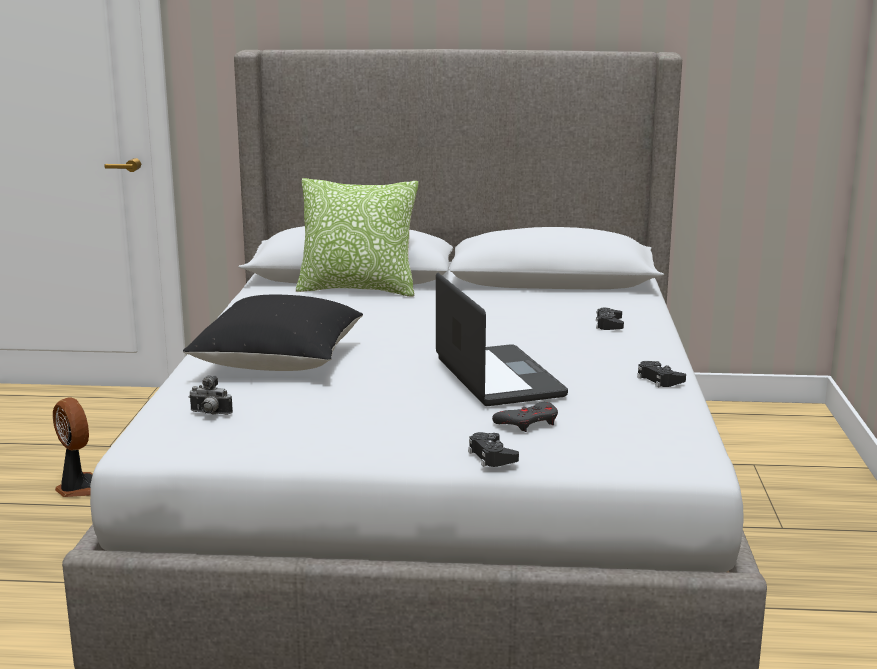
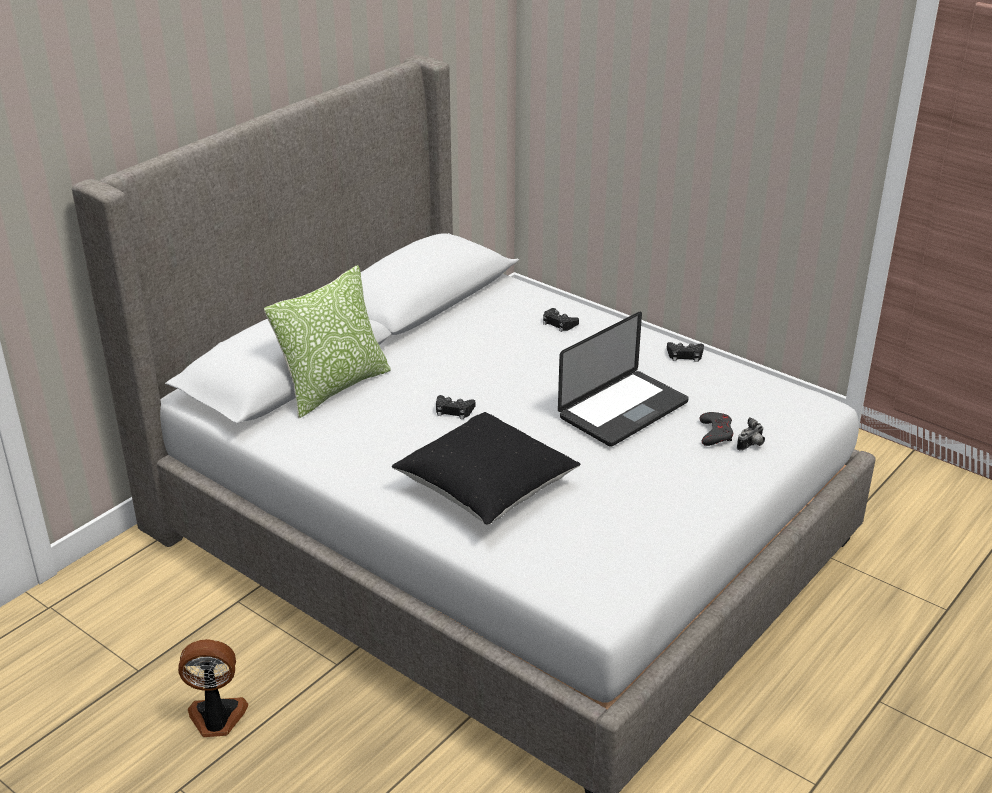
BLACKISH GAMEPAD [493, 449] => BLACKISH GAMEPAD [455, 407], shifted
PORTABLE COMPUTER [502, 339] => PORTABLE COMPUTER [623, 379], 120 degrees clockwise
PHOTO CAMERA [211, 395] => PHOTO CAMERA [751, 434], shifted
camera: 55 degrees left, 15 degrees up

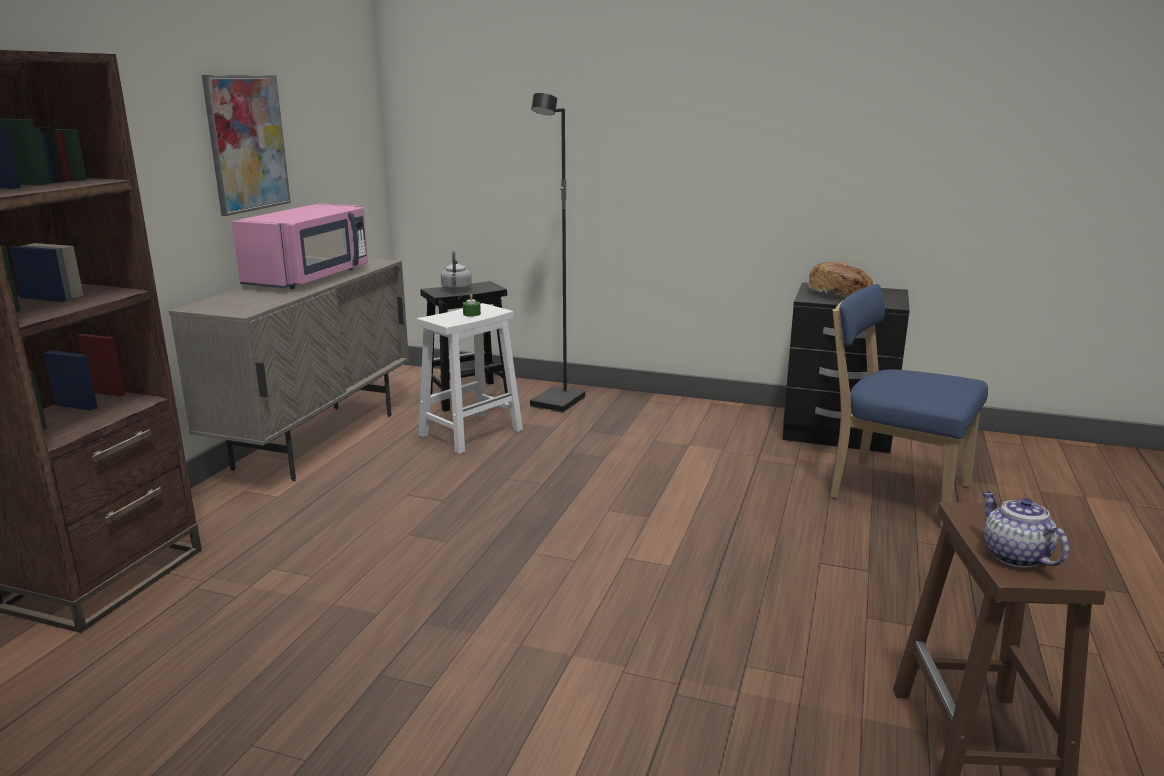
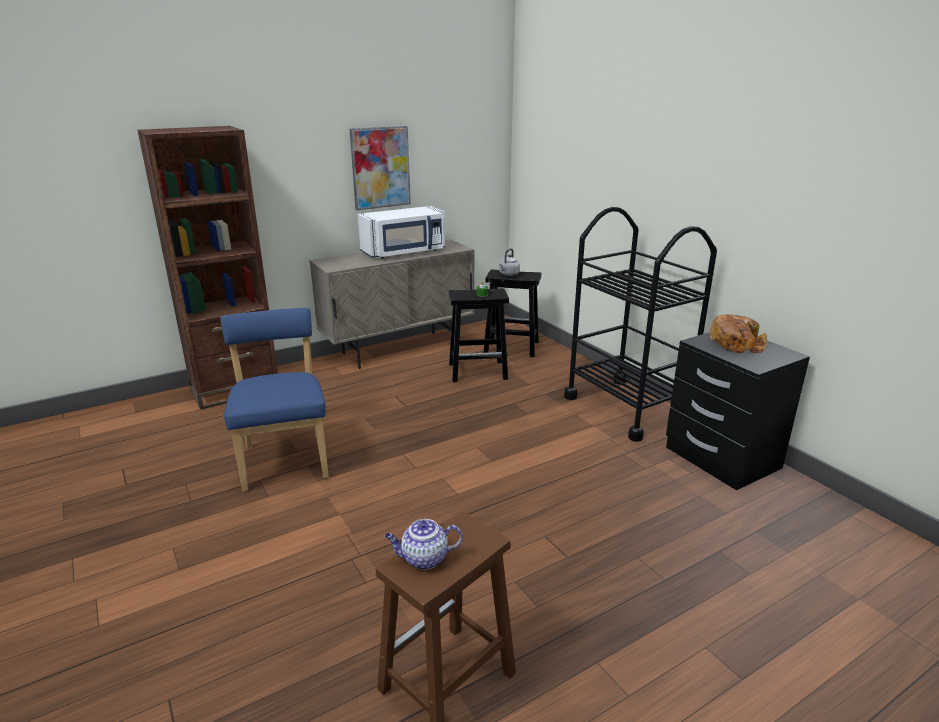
BLUE CHAIR [909, 405] => BLUE CHAIR [274, 399], shifted
PINK-COLOURED KITCHEN MICROWAVE [300, 246] => WHITISH KITCHEN MICROWAVE [401, 232]
TEA POT [1025, 529] => TEA POT [424, 544], 120 degrees counterclockwise
WHITISH STOOL SEAT [469, 378] => BLACKISH STOOL SEAT [479, 335]
nothing => BLACKISH CART [640, 324]
BLACKISH STANDARD LAMP [557, 253] => nothing
camera: 40 degrees right, 5 degrees up

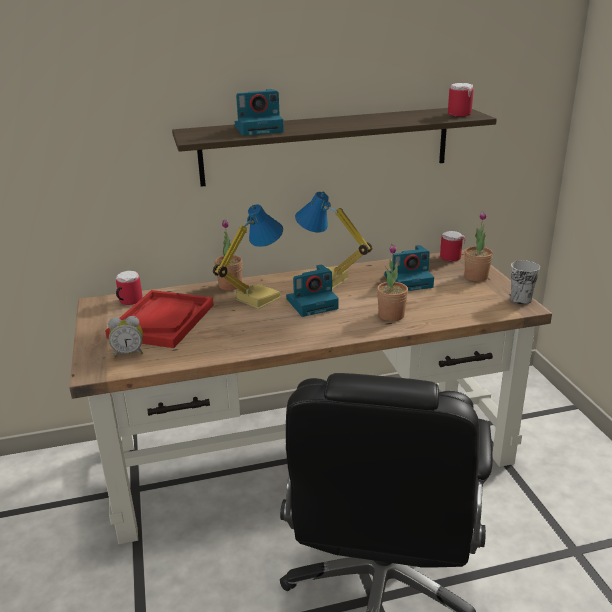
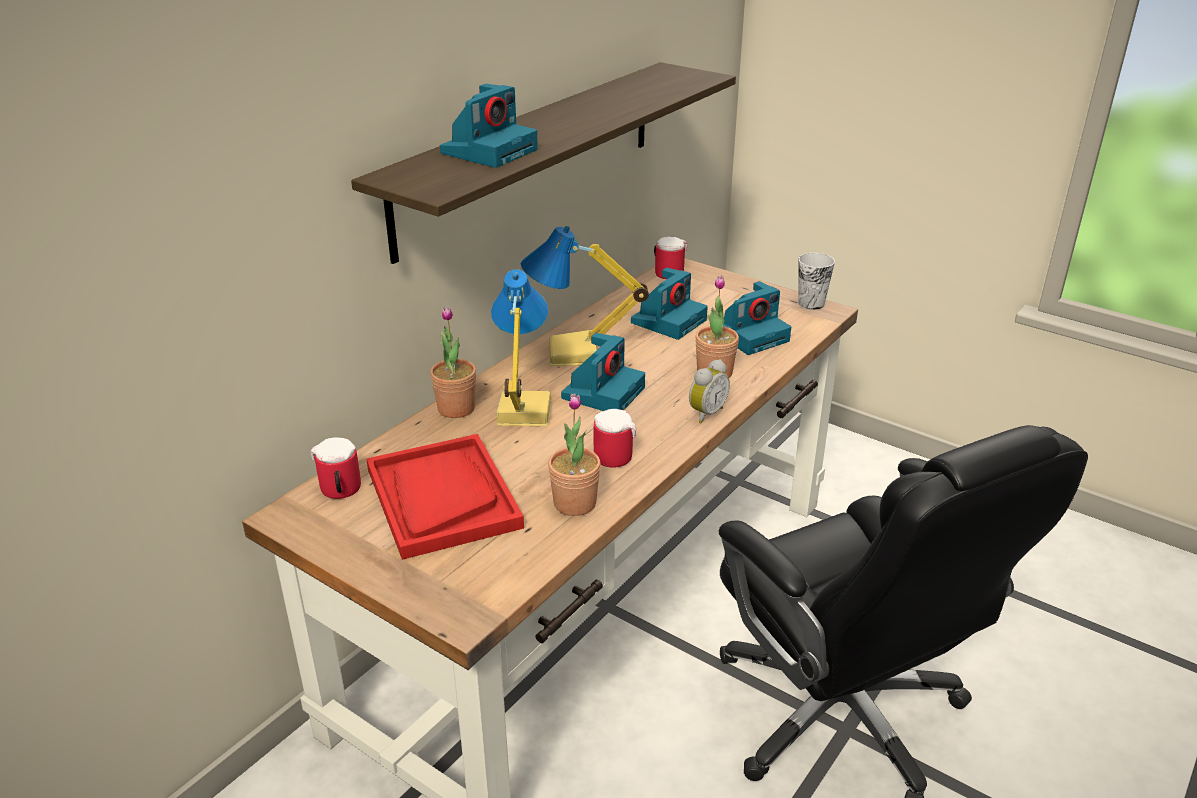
HOUSEPLANT [478, 246] => HOUSEPLANT [574, 454], shifted
COFFEE MUG [461, 99] => COFFEE MUG [615, 438], shifted
TABLE CLOCK [125, 336] => TABLE CLOCK [709, 391], shifted
nothing => PHOTO CAMERA [757, 318]
camera: 40 degrees left, 5 degrees up

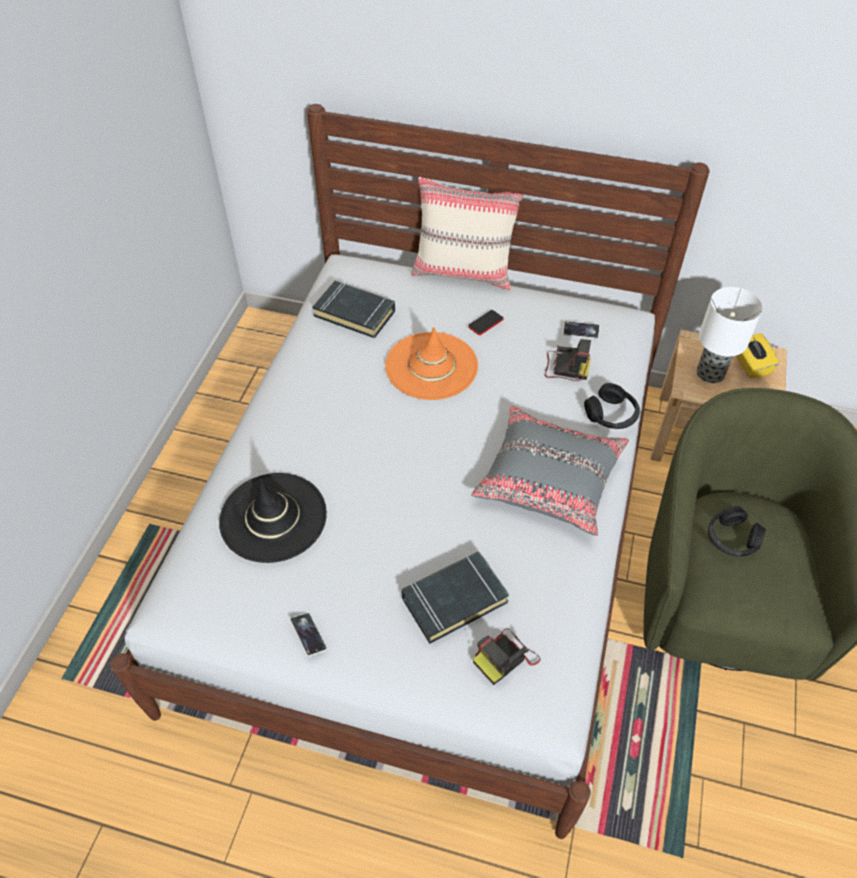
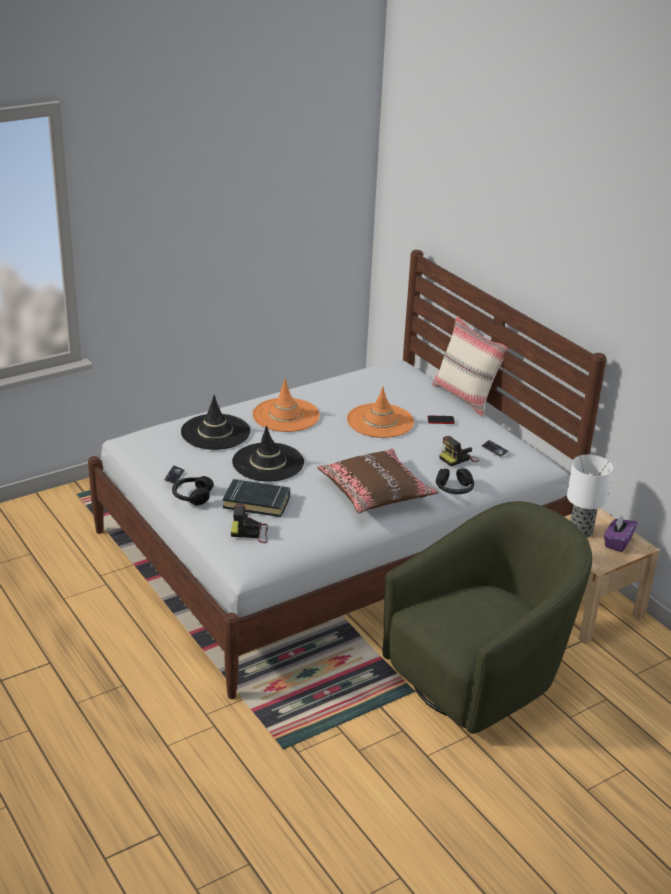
BLACKISH HEADSET [737, 531] => BLACKISH HEADSET [193, 490], shifted
nothing => BLACKISH CLOTHING HAT [268, 453]
nothing => ORANGE-COLOURED CLOTHING HAT [286, 405]
GREY CUSHION [550, 471] => BROWN CUSHION [377, 481]
PHOTO CAMERA [568, 360] => PHOTO CAMERA [459, 451], 90 degrees clockwise
YELLOW-COLOURED TISSUE HOLDER [757, 355] => PURPLE-COLOURED TISSUE HOLDER [620, 533]
BLACKISH VOLUME [354, 309] => nothing
camera: 40 degrees right, 20 degrees down

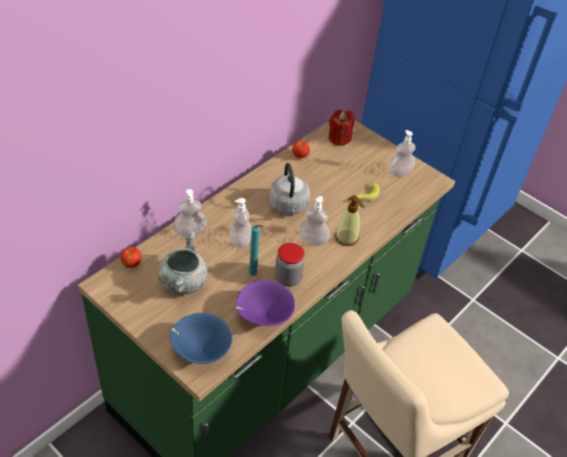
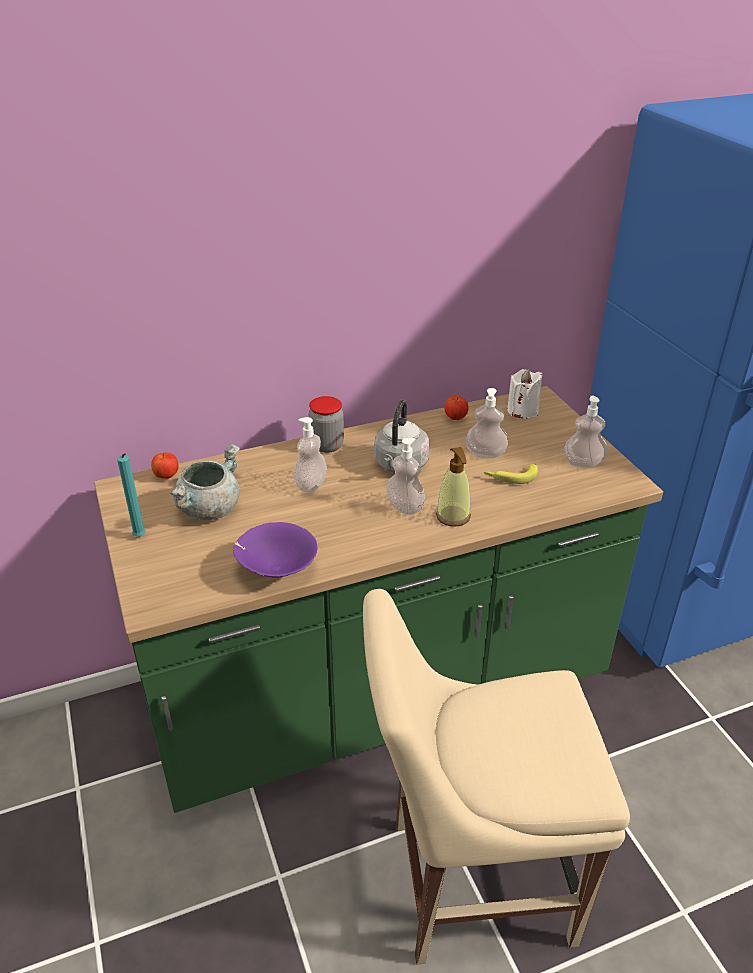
TURQUOISE-COLOURED WAX LIGHT [256, 250] => TURQUOISE-COLOURED WAX LIGHT [131, 495], shifted
JAR [290, 265] => JAR [326, 424], shifted
SOAP DISPENSER [190, 213] => SOAP DISPENSER [487, 423], shifted
REDDISH WAX LIGHT [341, 127] => WHITISH WAX LIGHT [525, 394]
BLUE SERVING BOWL [201, 338] => nothing
camera: 30 degrees right, 10 degrees down

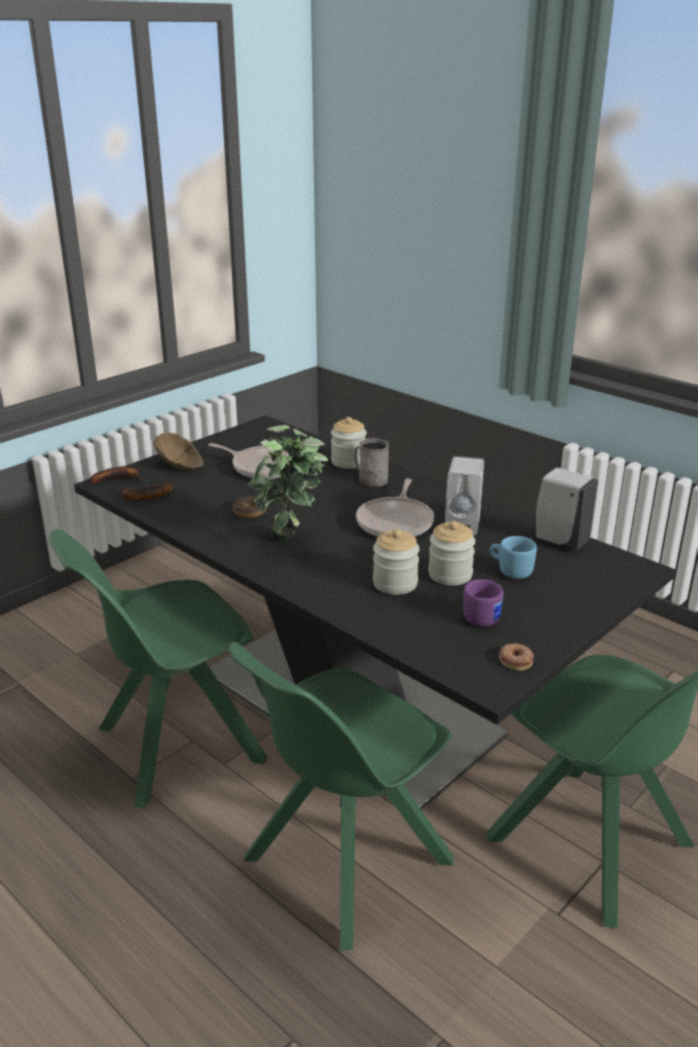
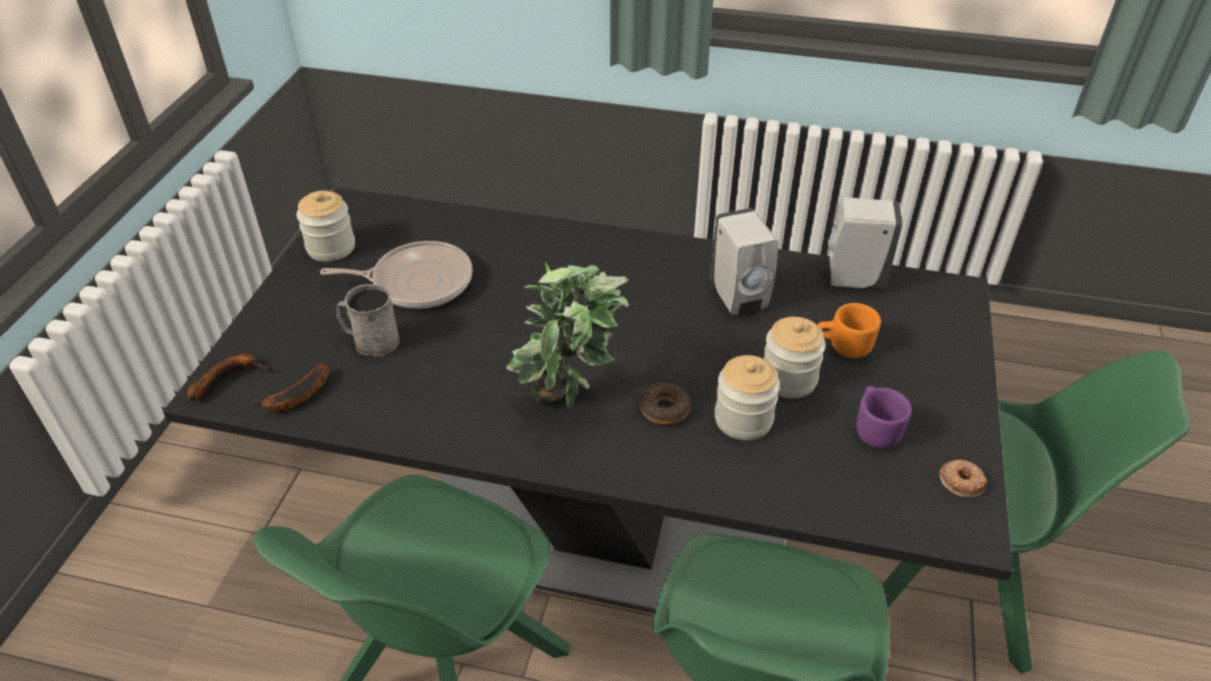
JAR [349, 443] => JAR [326, 226], shifted
GREY COFFEE MUG [371, 462] => GREY COFFEE MUG [367, 320], shifted
DOUGHNUT [249, 507] => DOUGHNUT [665, 404], shifted
BLUE COFFEE MUG [513, 557] => ORANGE-COLOURED COFFEE MUG [849, 330]
BROWN SERVING BOWL [178, 451] => nothing
PAN [395, 508] => nothing
camera: 30 degrees left, 15 degrees up

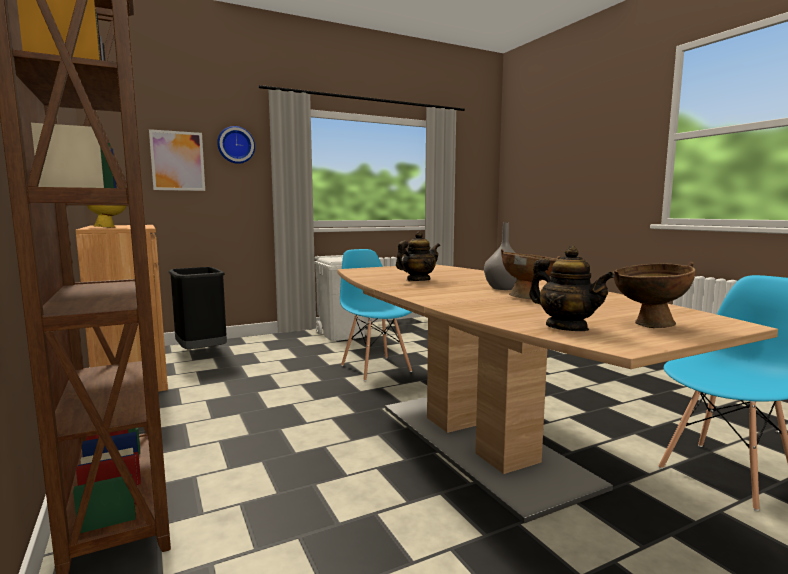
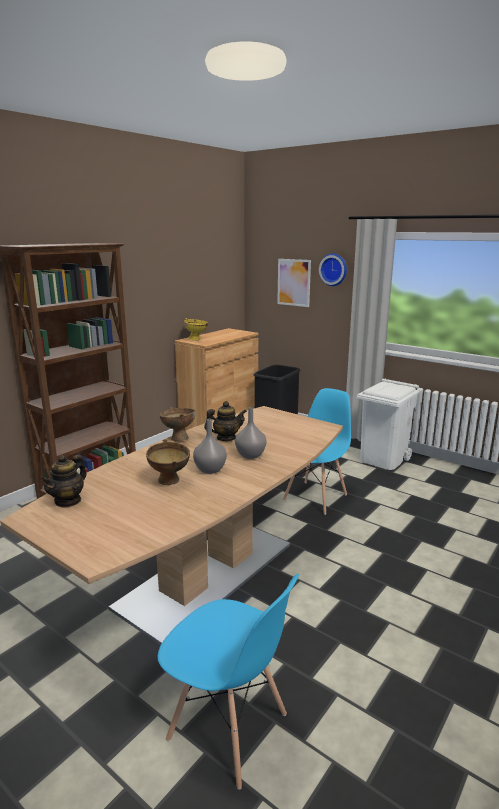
BROWN SERVING BOWL [654, 295] => BROWN SERVING BOWL [177, 424], shifted
TEA POT [418, 256] => TEA POT [225, 421], 45 degrees counterclockwise
nothing => GREY VASE [250, 433]
camera: 65 degrees right, 10 degrees up

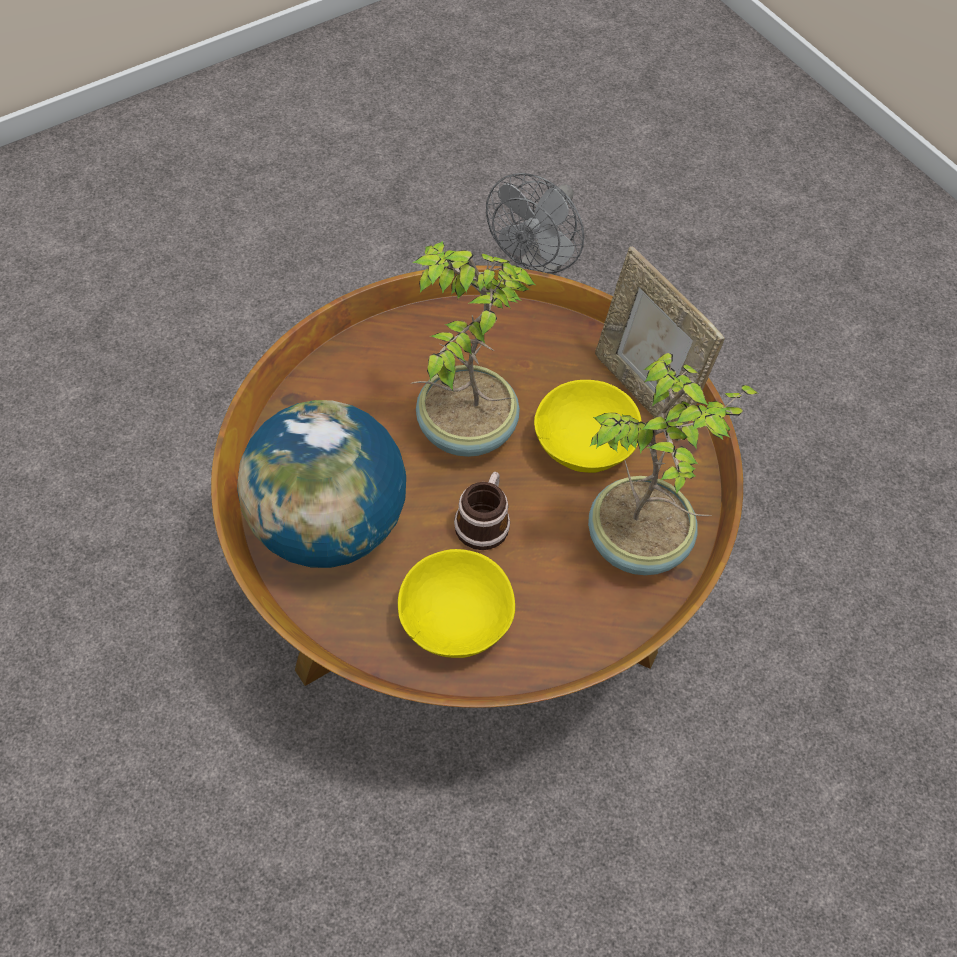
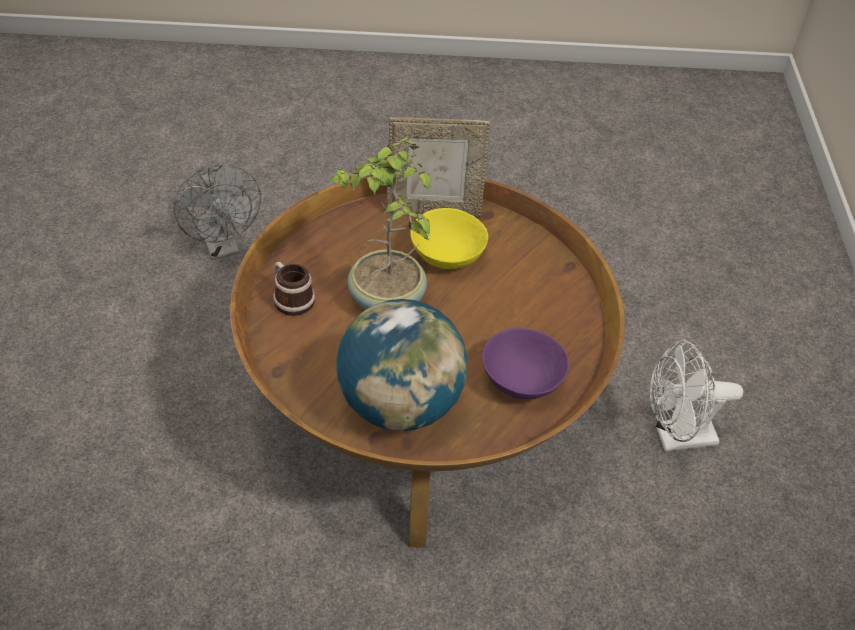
COFFEE MUG [482, 511] => COFFEE MUG [294, 289], shifted
YELLOW-COLOURED SERVING BOWL [456, 603] => PURPLE-COLOURED SERVING BOWL [525, 363]
nothing => WHITISH ELECTRIC FAN [696, 396]
HOUSEPLANT [673, 464] => nothing
camera: 55 degrees left, 10 degrees down

